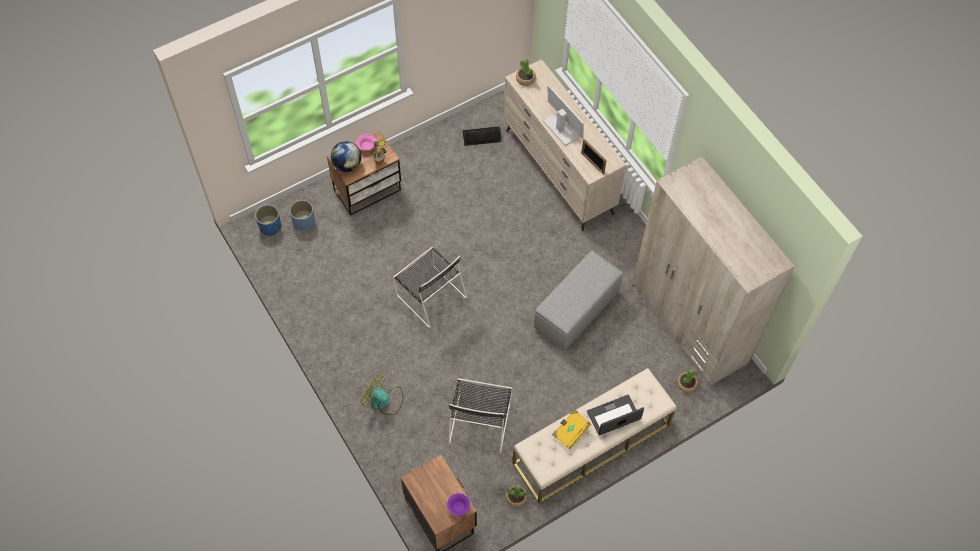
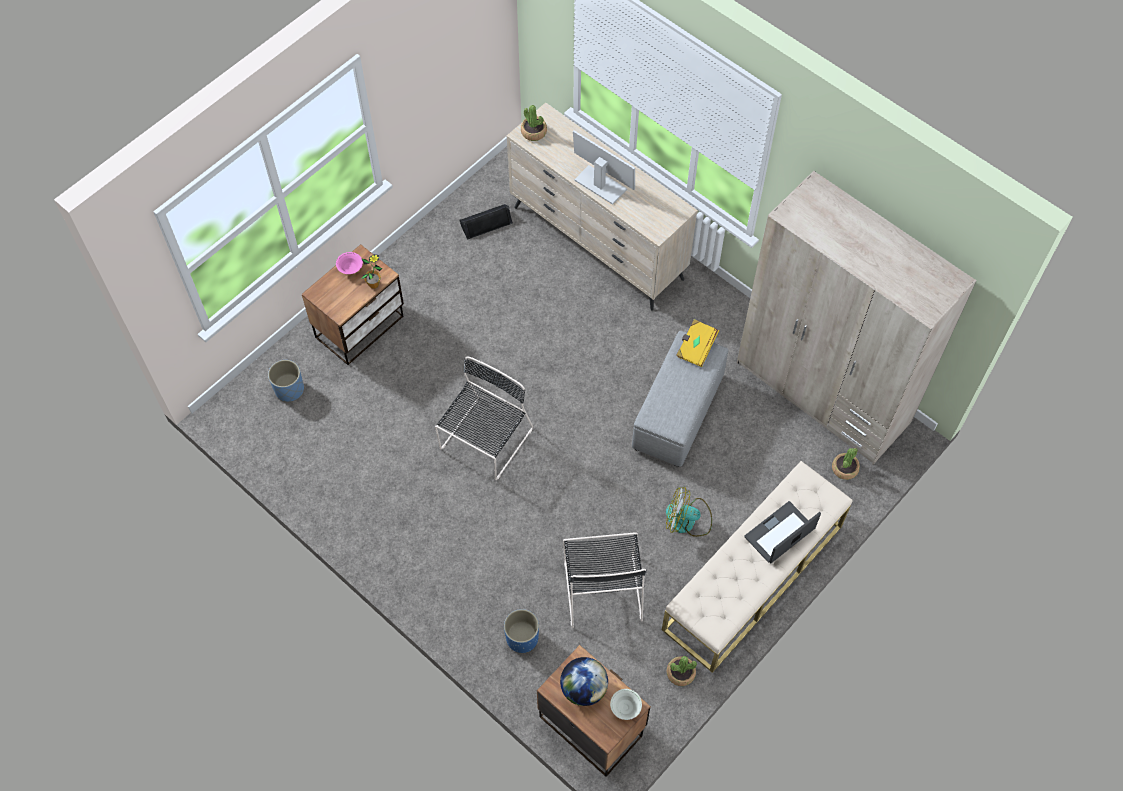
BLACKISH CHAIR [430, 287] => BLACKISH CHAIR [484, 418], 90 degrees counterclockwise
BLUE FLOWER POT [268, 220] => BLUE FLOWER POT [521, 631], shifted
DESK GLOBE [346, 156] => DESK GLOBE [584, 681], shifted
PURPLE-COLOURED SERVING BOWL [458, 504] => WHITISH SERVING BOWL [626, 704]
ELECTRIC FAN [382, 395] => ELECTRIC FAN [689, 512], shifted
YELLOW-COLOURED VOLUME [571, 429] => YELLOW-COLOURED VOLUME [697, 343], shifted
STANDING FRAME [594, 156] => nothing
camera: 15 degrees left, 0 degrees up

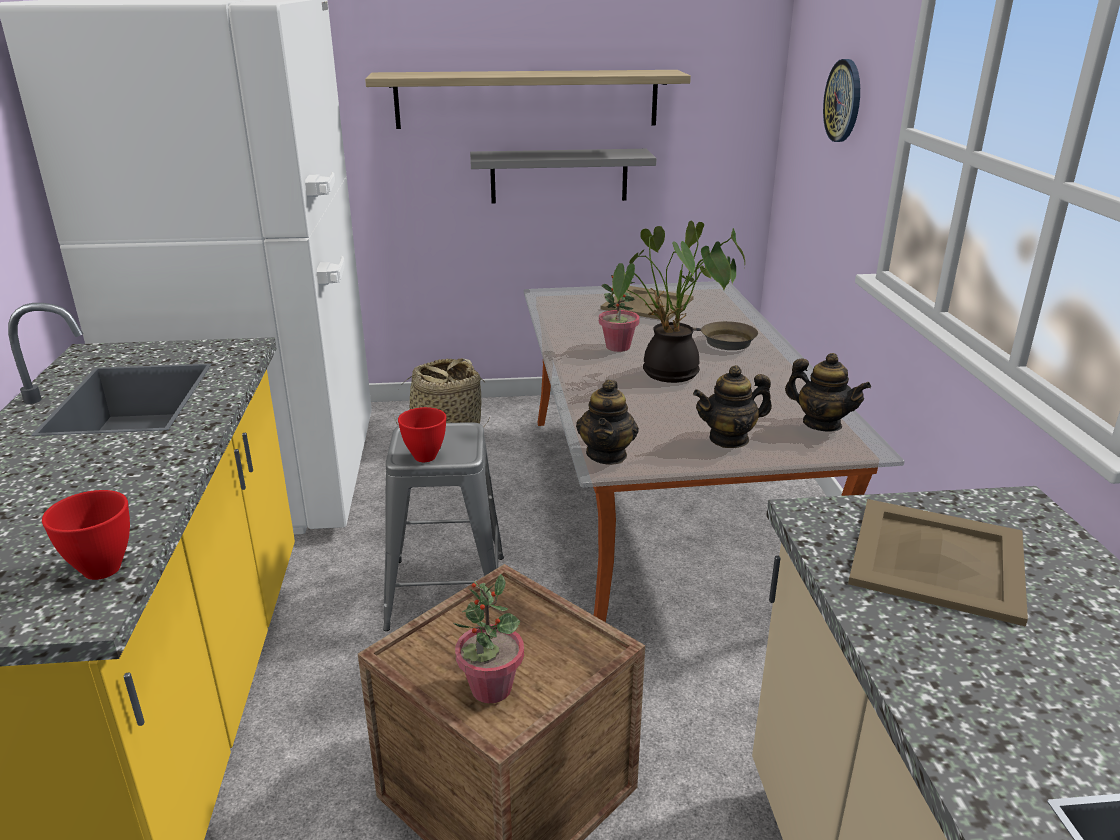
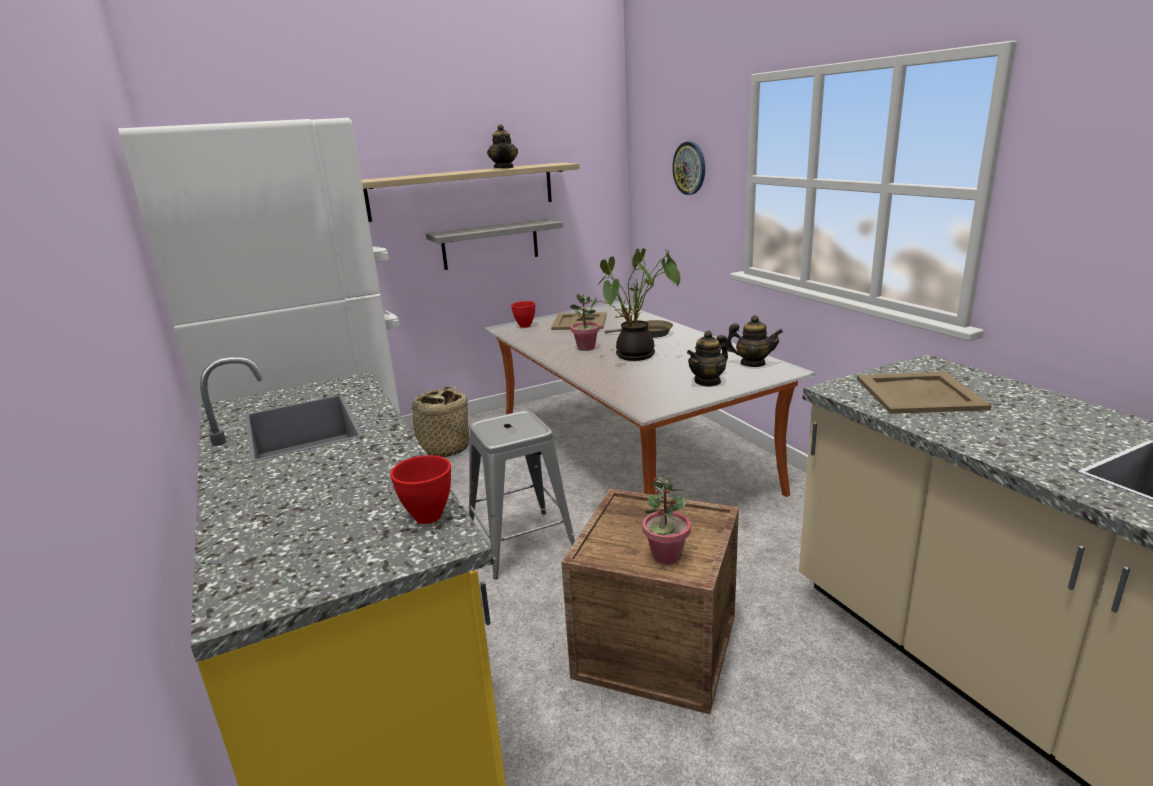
TEA POT [607, 422] => TEA POT [502, 146], shifted
REDDISH SERVING BOWL [422, 434] => REDDISH SERVING BOWL [523, 314], shifted
camera: 20 degrees left, 5 degrees down

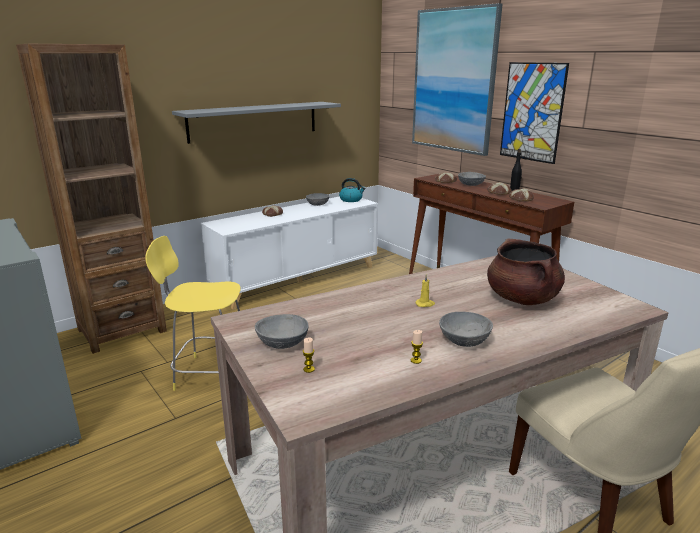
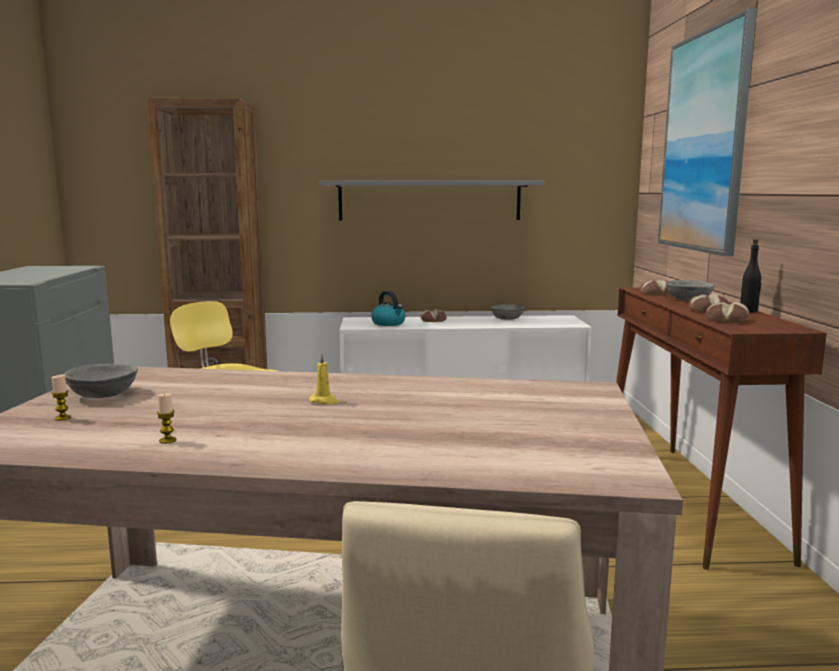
WATER KETTLE [352, 190] => WATER KETTLE [388, 308], shifted
GREY SERVING BOWL [466, 329] => nothing
BROWN STOCKPOT [526, 272] => nothing
WALL PICTURE [534, 113] => nothing
camera: 35 degrees right, 10 degrees down

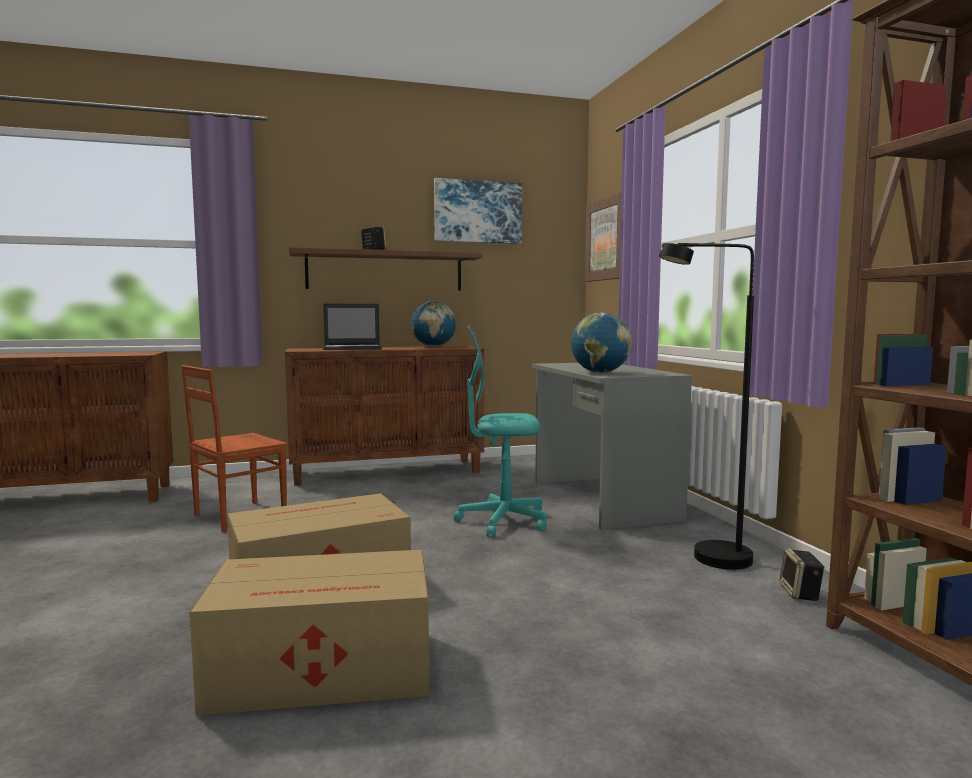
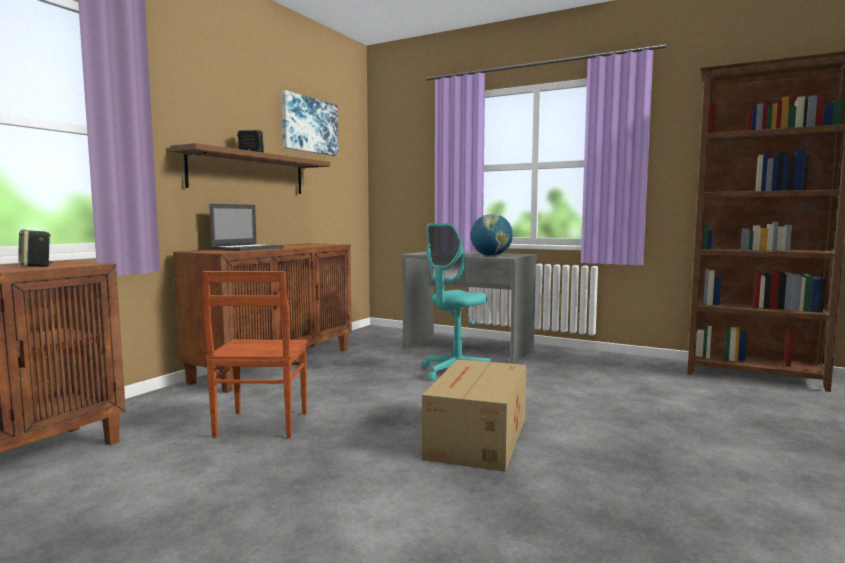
LOUDSPEAKER [802, 574] => LOUDSPEAKER [35, 248], shifted
PACKING BOX [309, 633] => nothing
DESK GLOBE [433, 324] => nothing
WALL PICTURE [603, 237] => nothing
BLACKISH STANDARD LAMP [706, 406] => nothing
camera: 45 degrees left, 0 degrees up

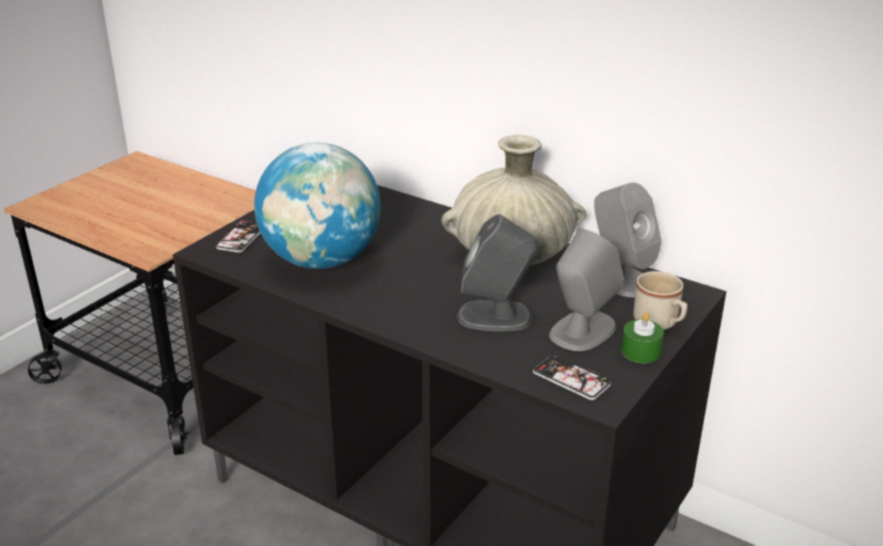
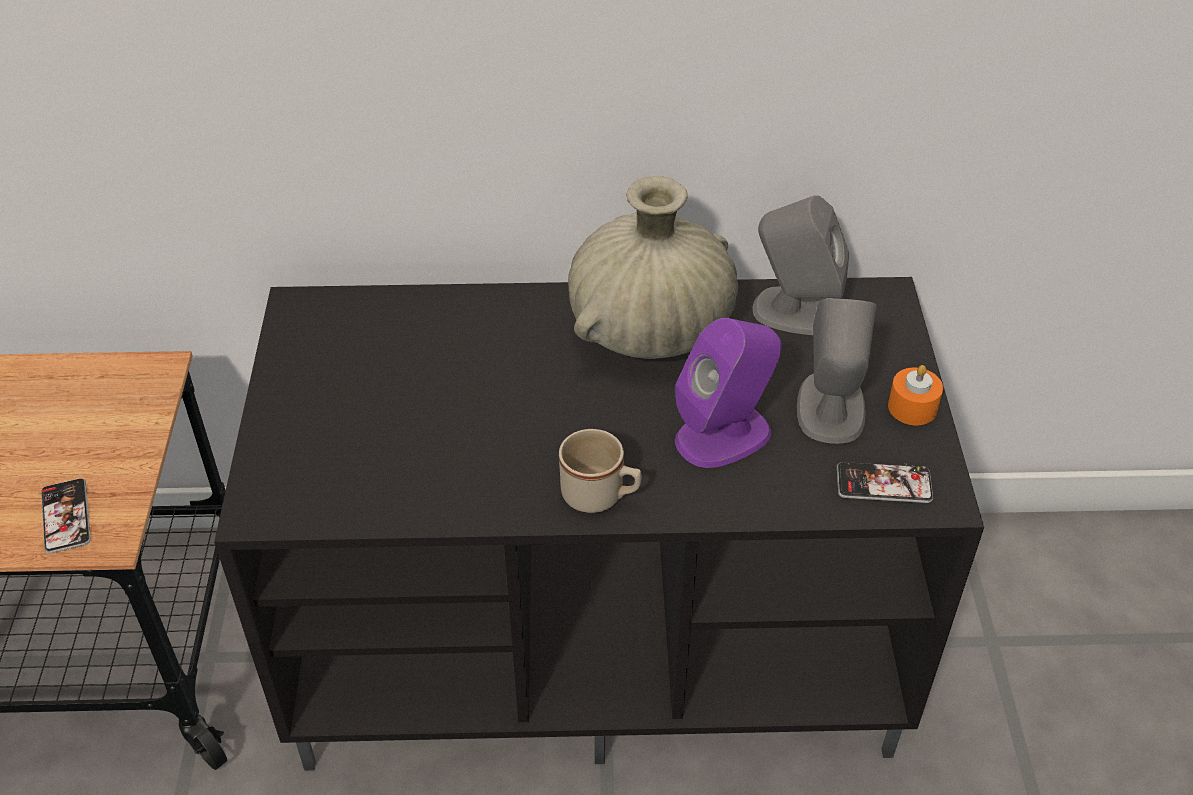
TELEPHONE [238, 237] => TELEPHONE [66, 516], shifted
BEIGE COFFEE MUG [661, 300] => BEIGE COFFEE MUG [600, 471], shifted
GREY LOUDSPEAKER [498, 272] => PURPLE-COLOURED LOUDSPEAKER [728, 393]
GREEN WAX LIGHT [642, 337] => ORANGE-COLOURED WAX LIGHT [915, 395]
DESK GLOBE [317, 206] => nothing
camera: 35 degrees left, 15 degrees up

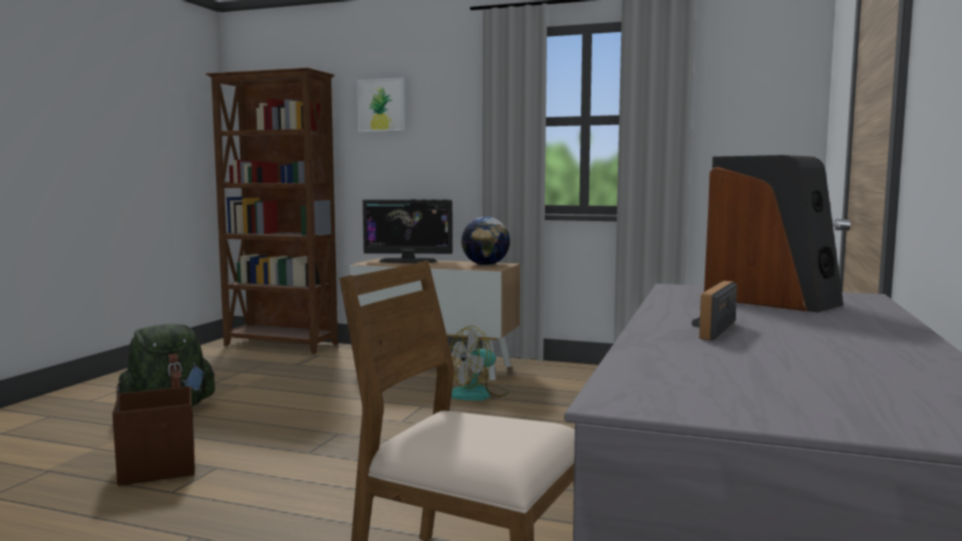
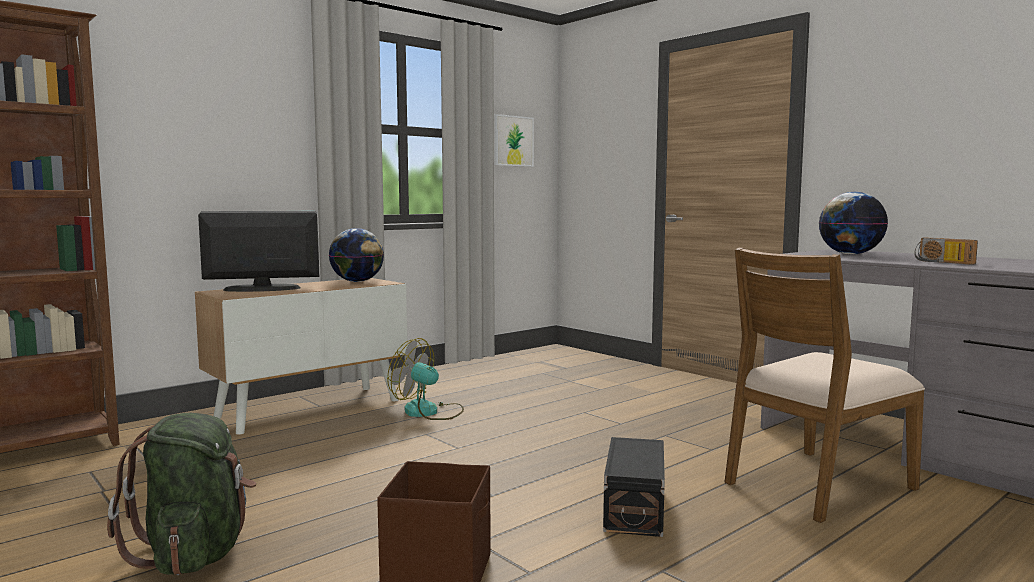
COMPUTER SCREEN [408, 231] => COMPUTER SCREEN [258, 251], 135 degrees counterclockwise
ELECTRIC FAN [479, 363] => ELECTRIC FAN [425, 379], 120 degrees clockwise
WALL PICTURE [381, 105] => WALL PICTURE [514, 140], shifted
nothing => BLACKISH STORAGE BIN [634, 487]
LOUDSPEAKER [773, 234] => DESK GLOBE [853, 223]
camera: 60 degrees left, 0 degrees up

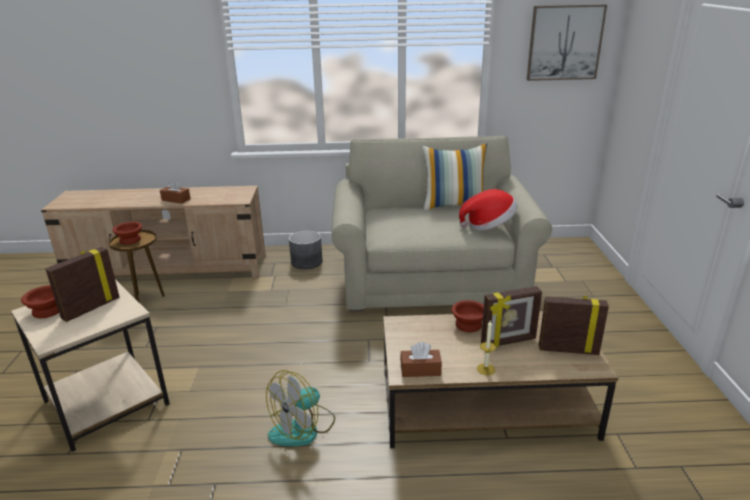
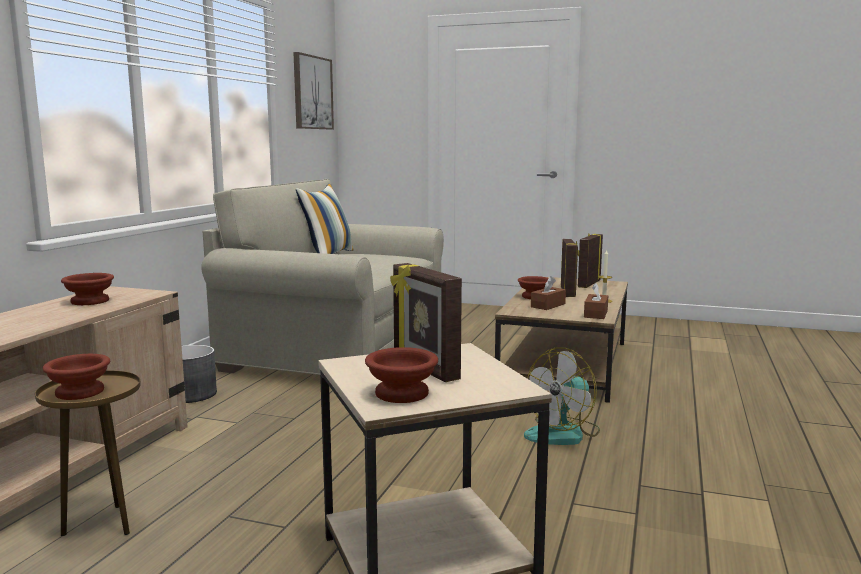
nothing => BROWN SERVING BOWL [87, 289]
ELECTRIC FAN [300, 408] => ELECTRIC FAN [562, 396], 75 degrees clockwise
BROWN TISSUE HOLDER [175, 192] => BROWN TISSUE HOLDER [548, 293], shifted
CLOTHING HAT [488, 210] => nothing
camera: 70 degrees left, 15 degrees down

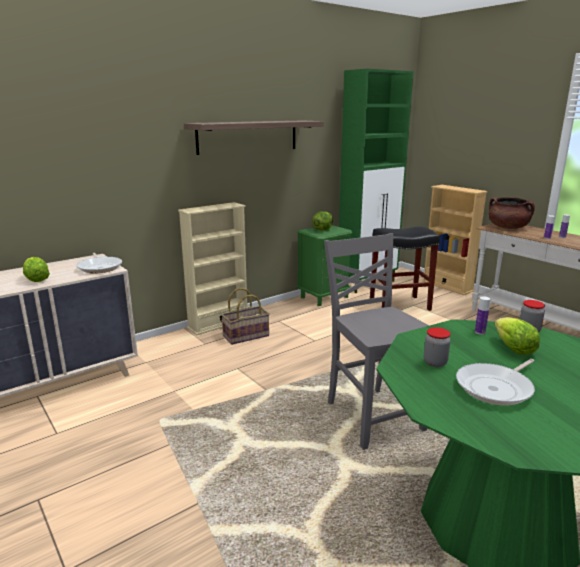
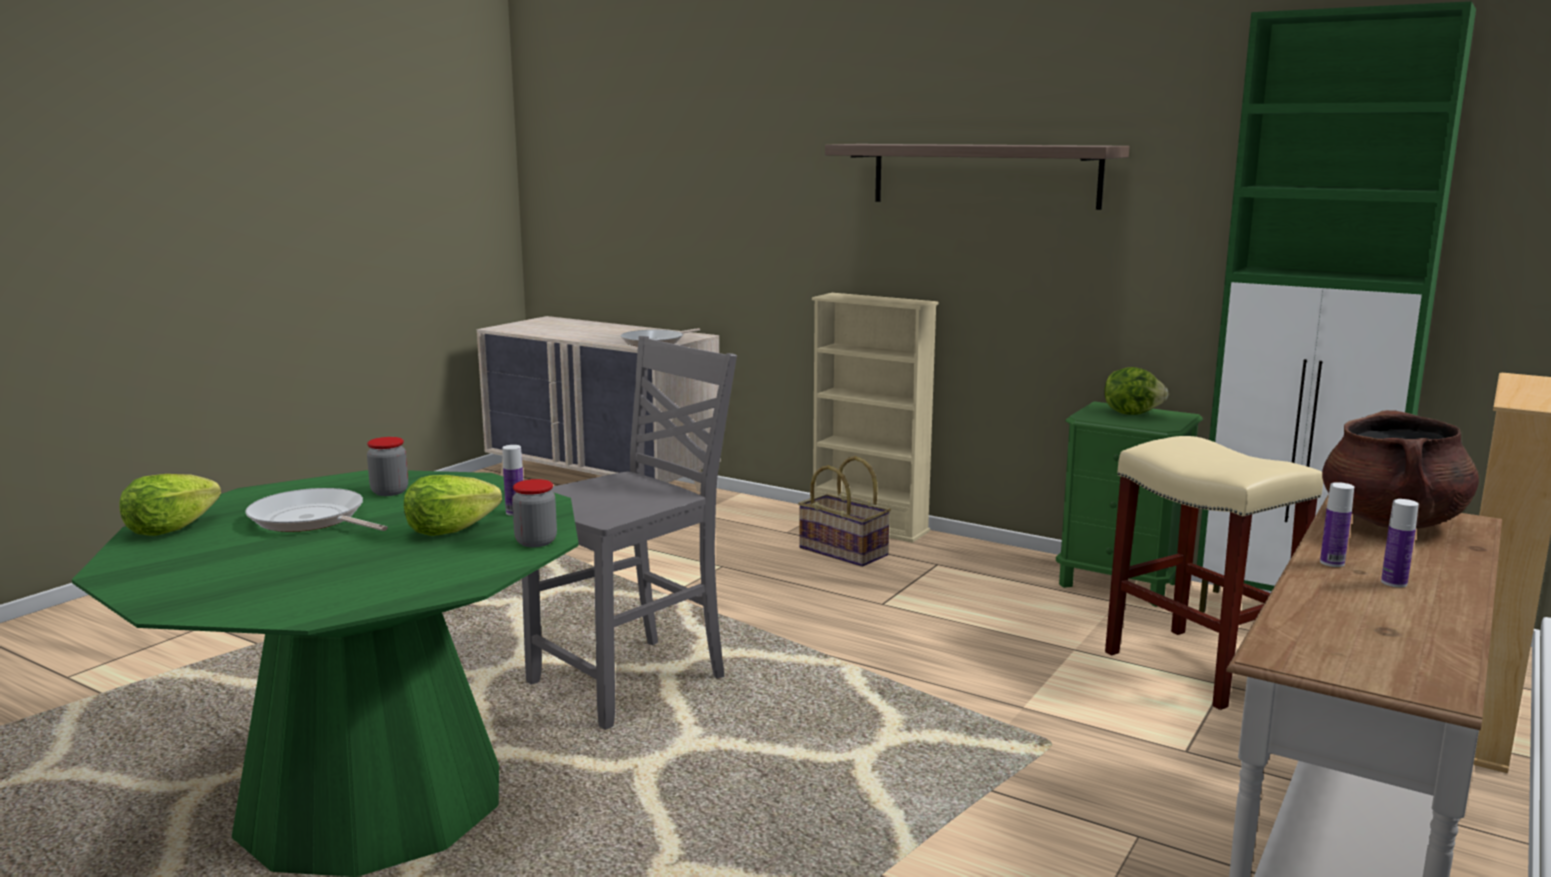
HEAD OF LETTUCE [36, 269] => HEAD OF LETTUCE [170, 505], shifted
BLACKISH STOOL SEAT [405, 268] => BEIGE STOOL SEAT [1214, 573]
camera: 70 degrees right, 5 degrees down

